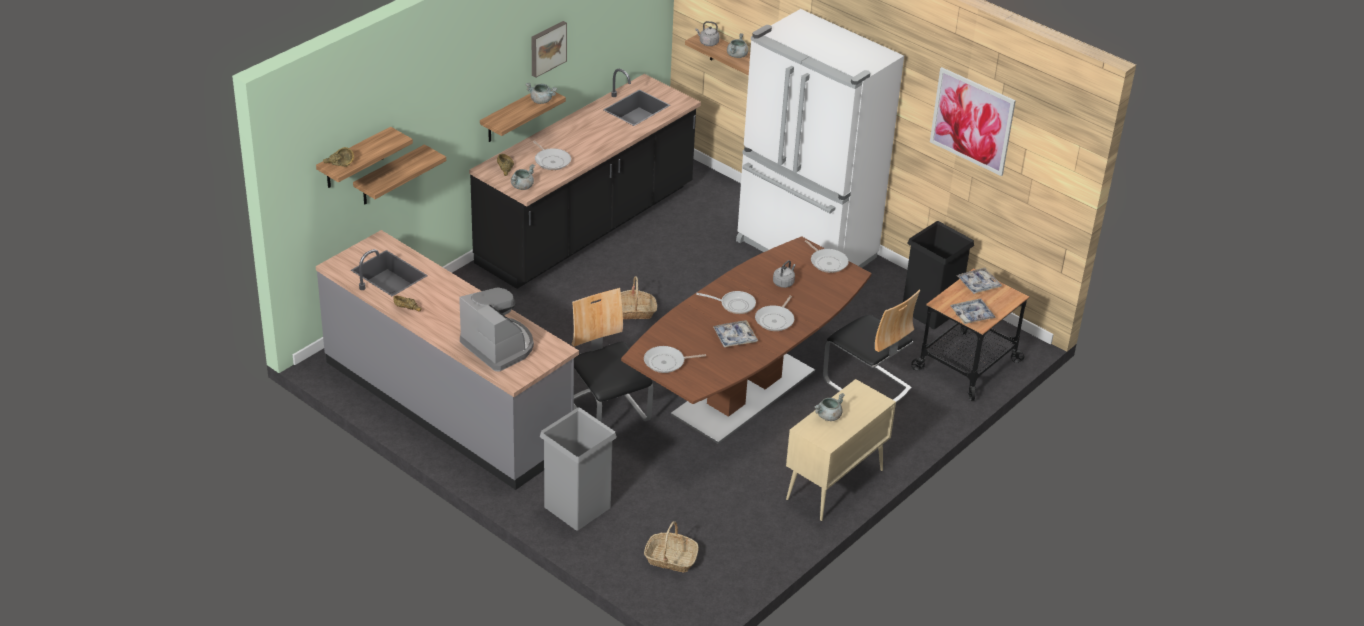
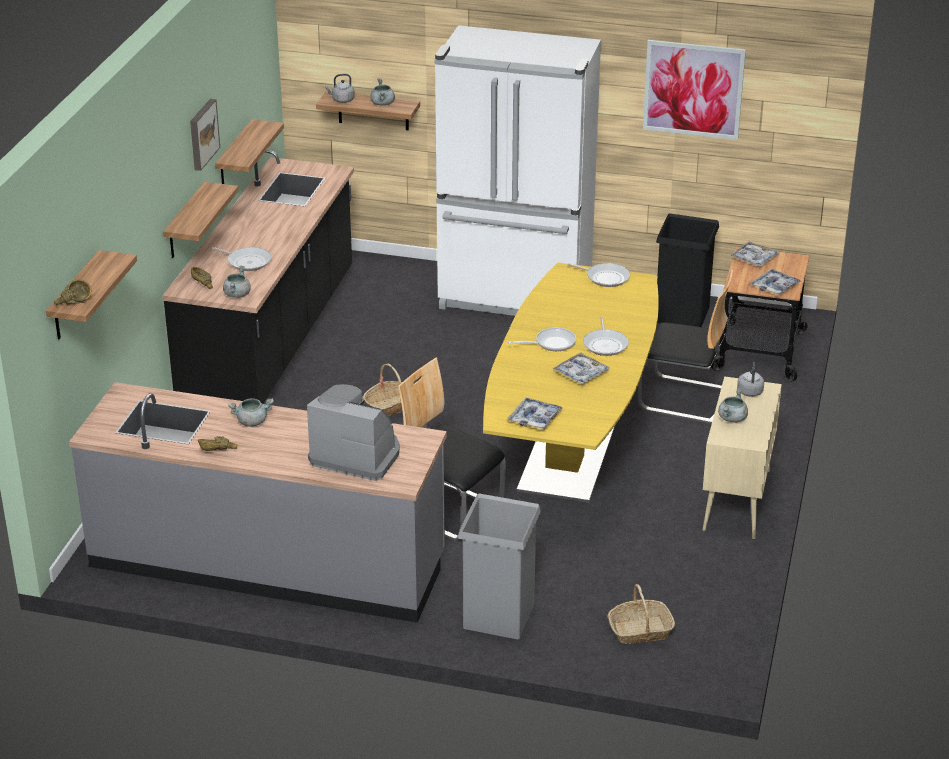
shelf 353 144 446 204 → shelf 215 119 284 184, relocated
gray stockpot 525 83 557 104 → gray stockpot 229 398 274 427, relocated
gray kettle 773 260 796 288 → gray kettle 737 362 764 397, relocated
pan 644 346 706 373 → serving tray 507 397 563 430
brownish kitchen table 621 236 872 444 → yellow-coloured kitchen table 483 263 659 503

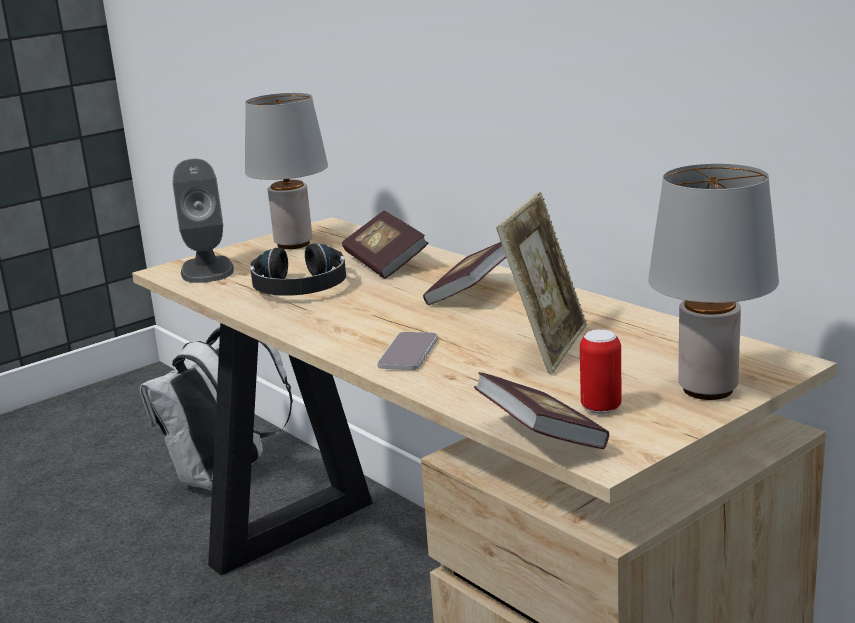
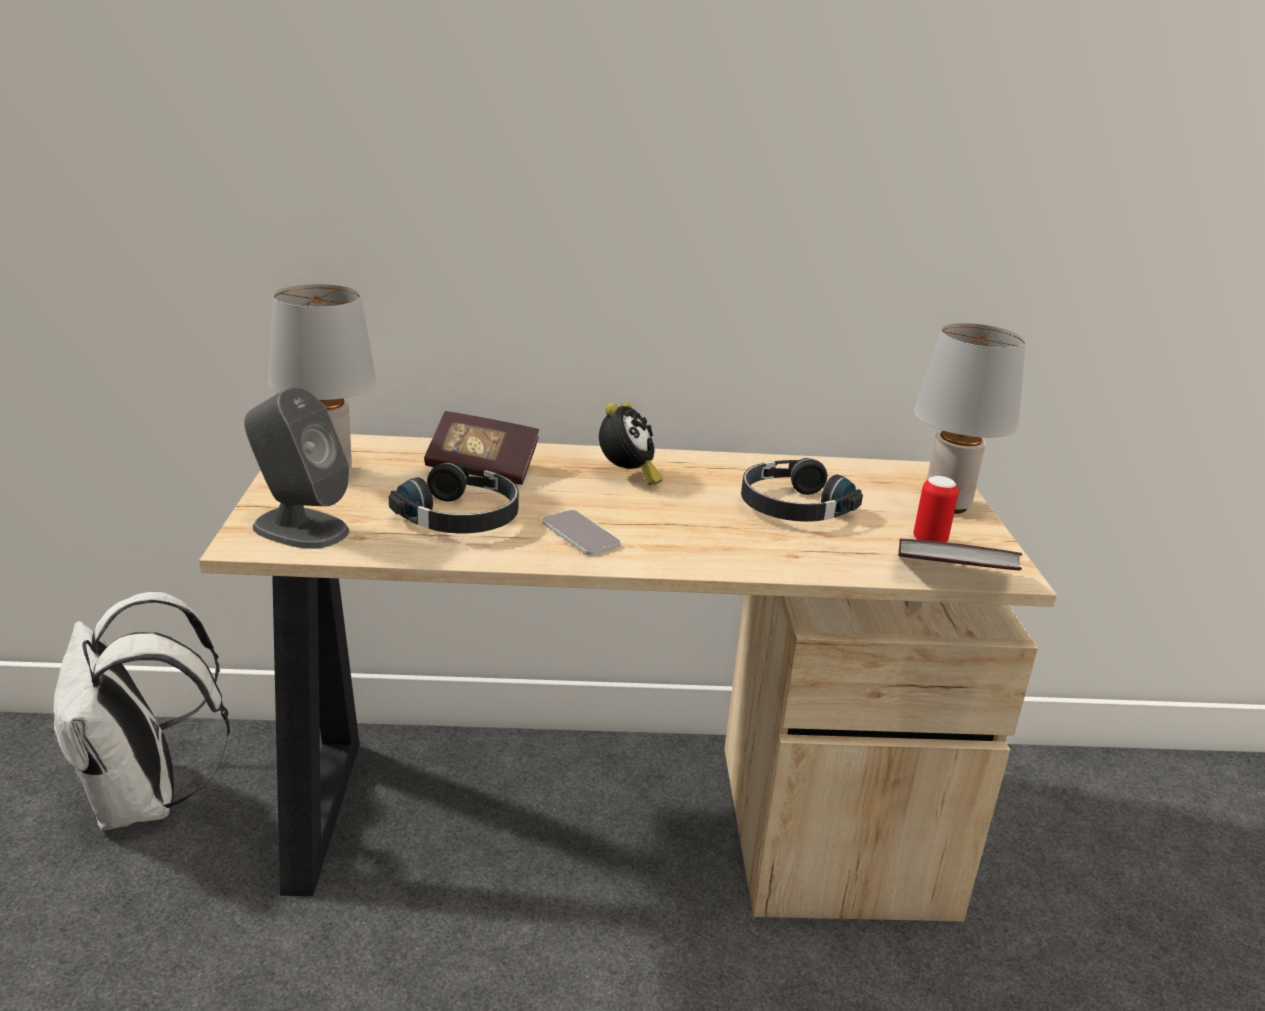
phone 377 332 438 370 → phone 542 510 621 555, relocated
book 423 242 506 305 → table clock 599 402 663 486
photo frame 496 192 587 373 → black-coloured headset 741 458 863 522

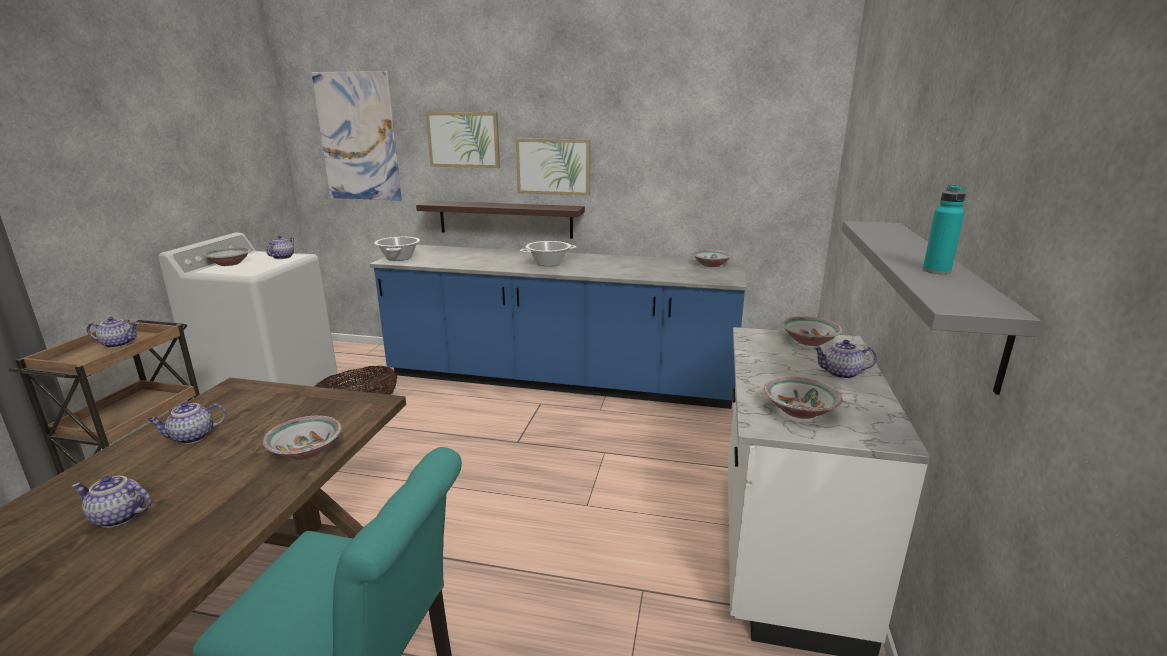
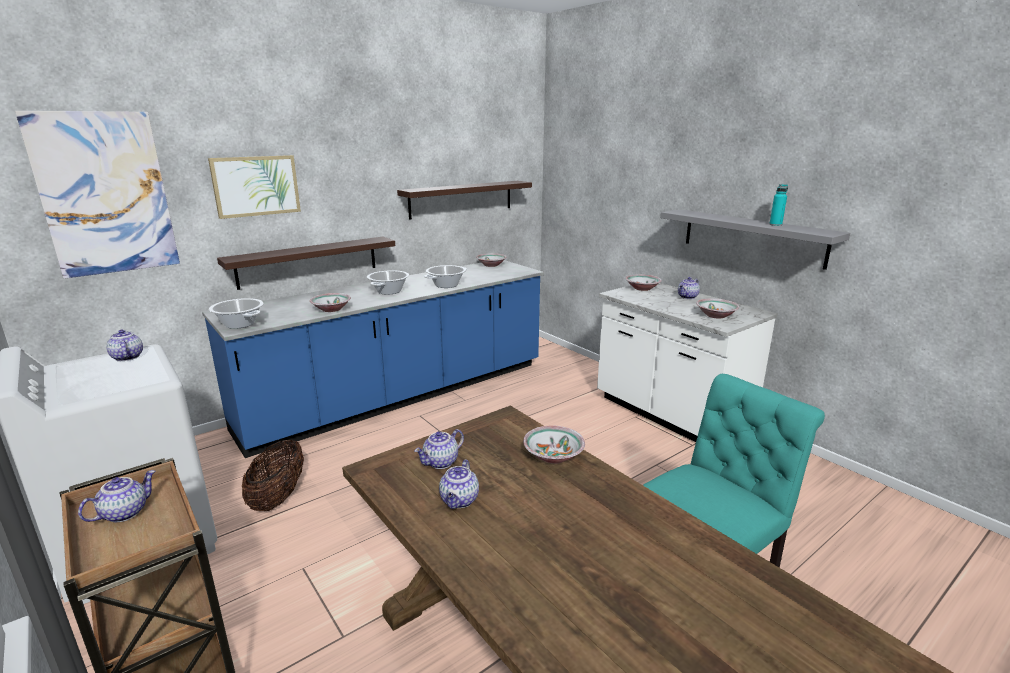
wall art 516 138 590 196 → -
- → shelf 397 181 532 220
- → stockpot 424 265 467 288
pot for tea 71 475 152 528 → pot for tea 414 429 464 469, relocated
bowl 203 247 251 266 → bowl 310 293 351 312, relocated

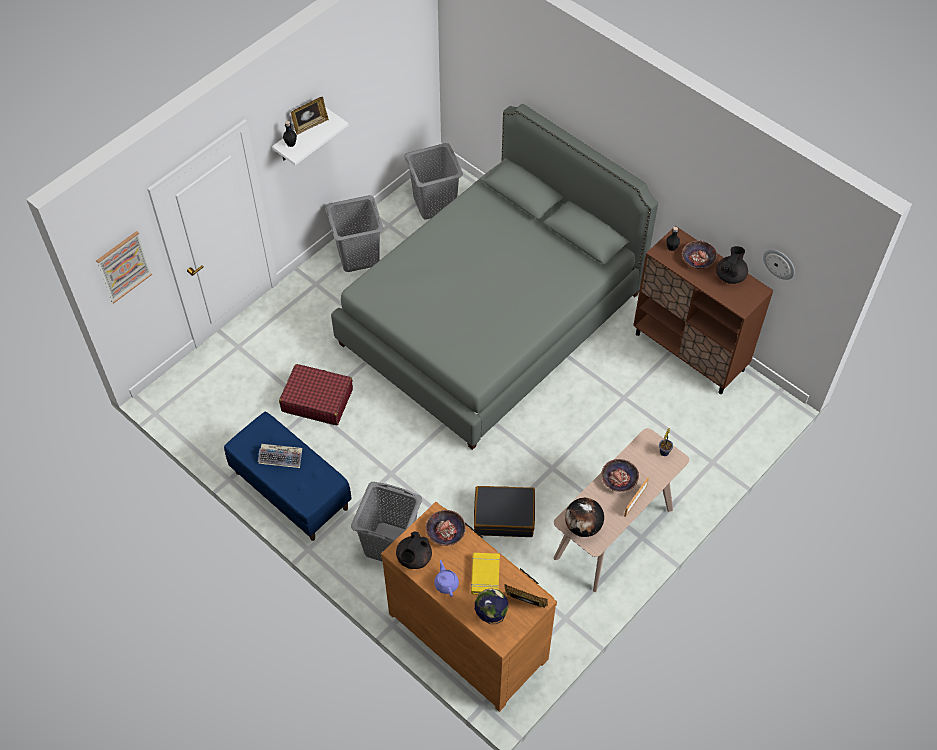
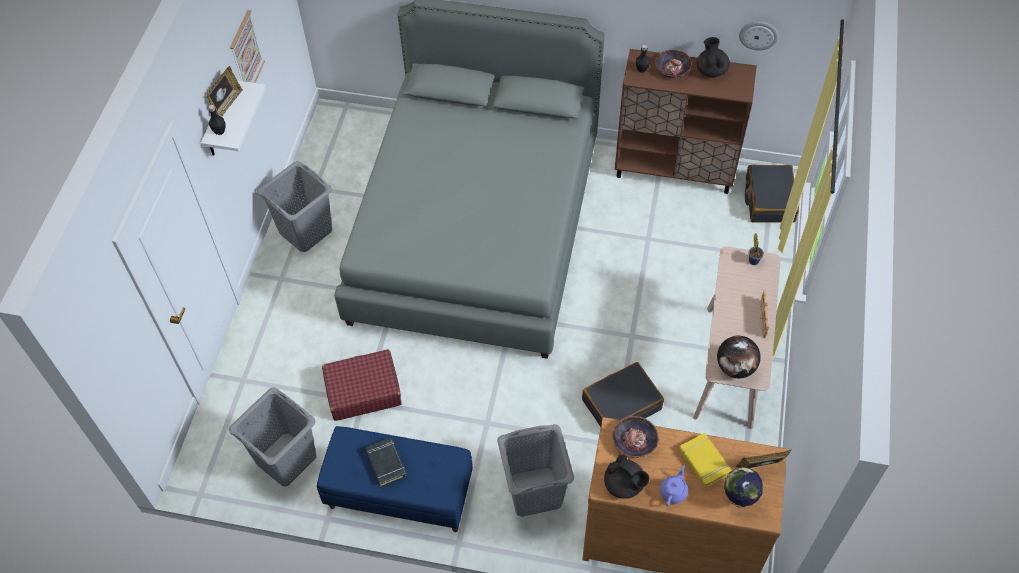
bowl 602 459 639 492 → -
- → black-coloured piece of luggage 745 165 799 223
wall art 96 231 152 303 → wall art 230 10 265 83, relocated
gray washing basket 404 143 463 220 → gray washing basket 229 387 316 487, relocated
computer keyboard 258 444 302 468 → black-coloured book 365 438 407 487
black-coloured pot for tea 396 531 432 569 → black-coloured pot for tea 604 455 649 499, 45 degrees counterclockwise
purplish pot for tea 434 560 459 597 → purplish pot for tea 660 466 688 506, 75 degrees clockwise

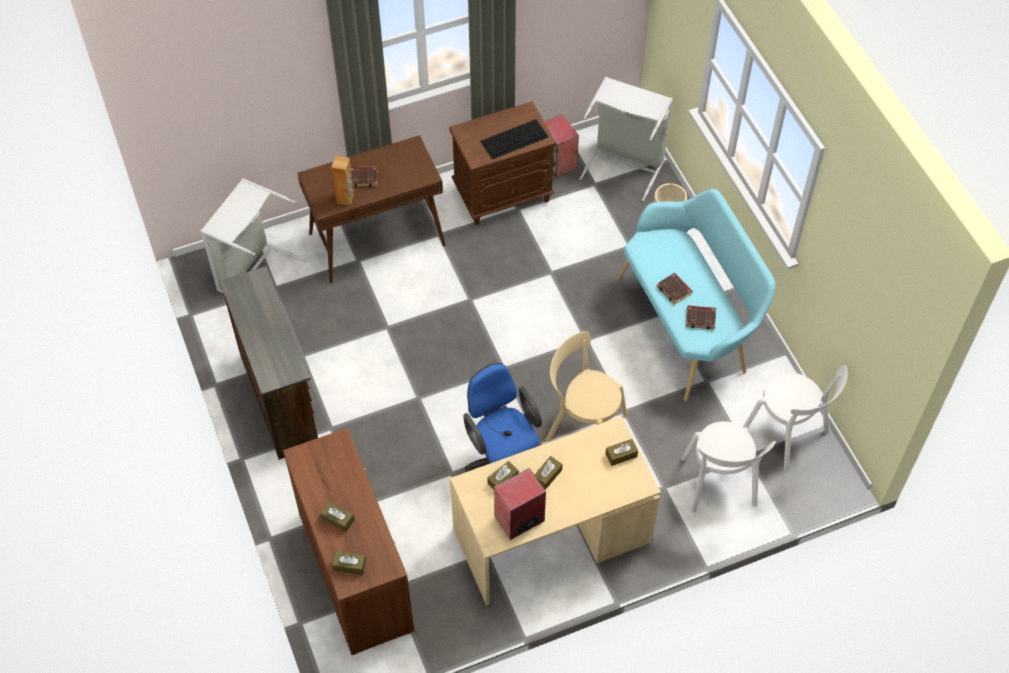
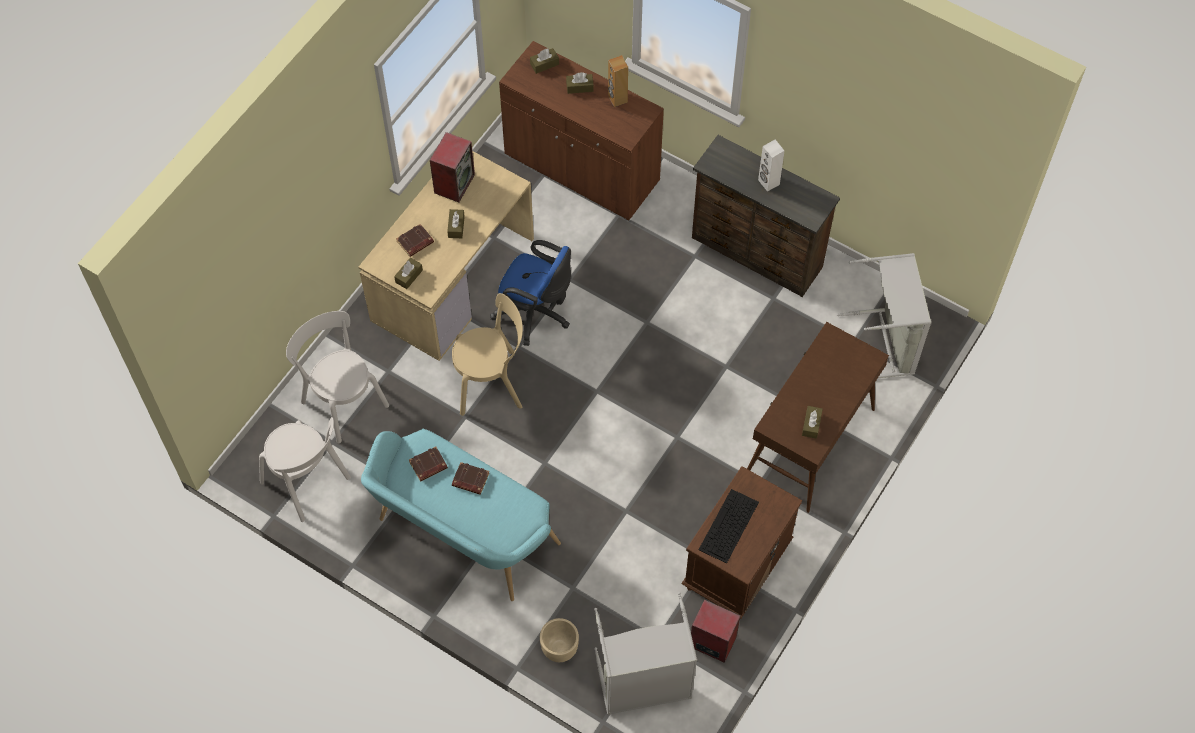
- → whitish speaker 758 140 784 192
brownish speaker 331 156 354 206 → brownish speaker 608 55 628 107, relocated
brownish book 351 166 377 188 → brownish book 396 224 434 257, relocated
brownish box of tissues 487 461 519 490 → brownish box of tissues 802 406 823 439, relocated
whitish upright chair 743 365 848 470 → whitish upright chair 259 417 351 522, 150 degrees counterclockwise

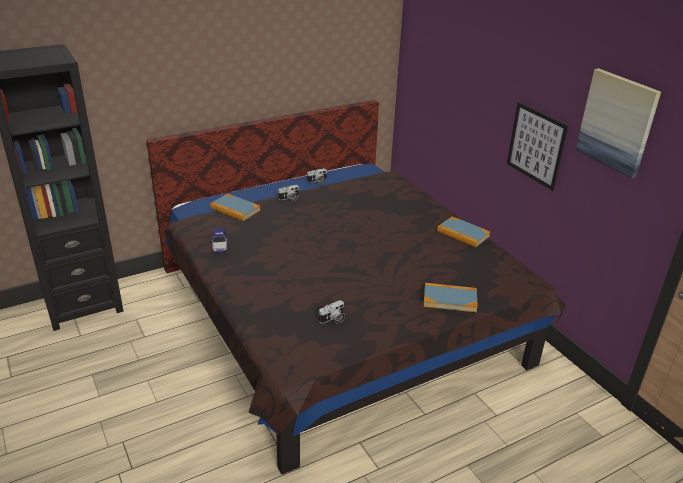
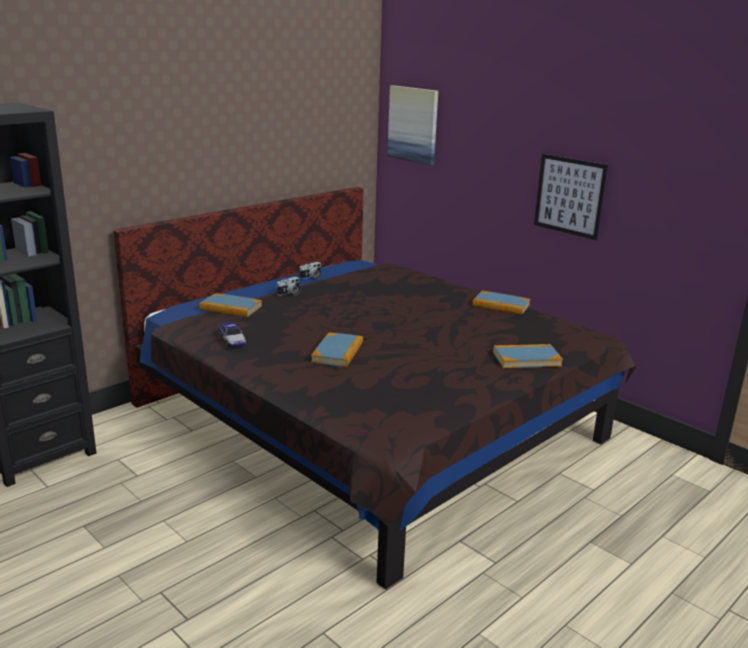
still camera 319 300 345 324 → -
- → book 311 332 363 367
wall art 575 68 661 179 → wall art 387 85 438 165, relocated

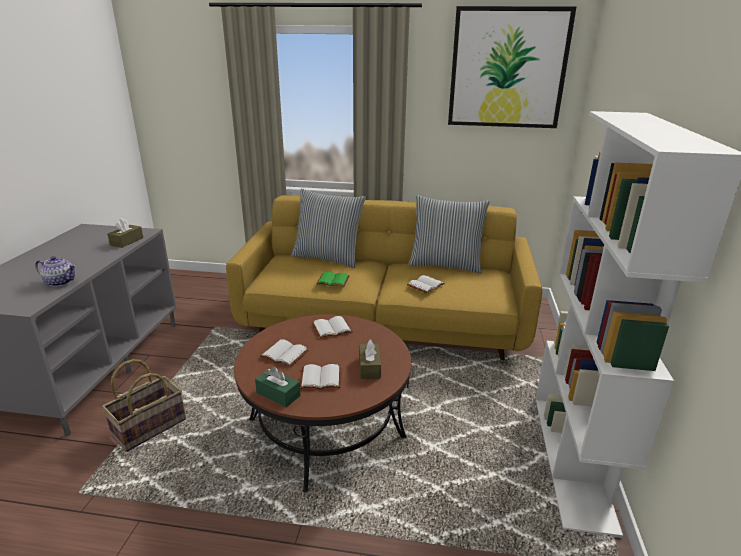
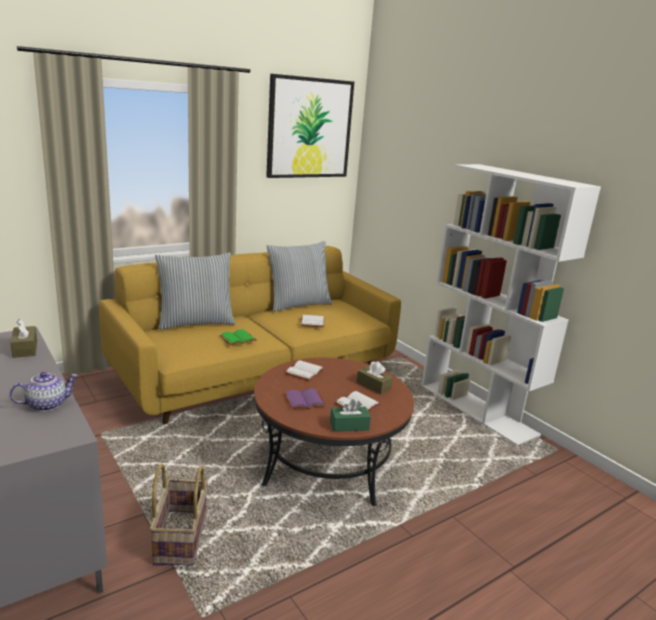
whitish book 260 339 309 367 → purplish book 284 389 326 410

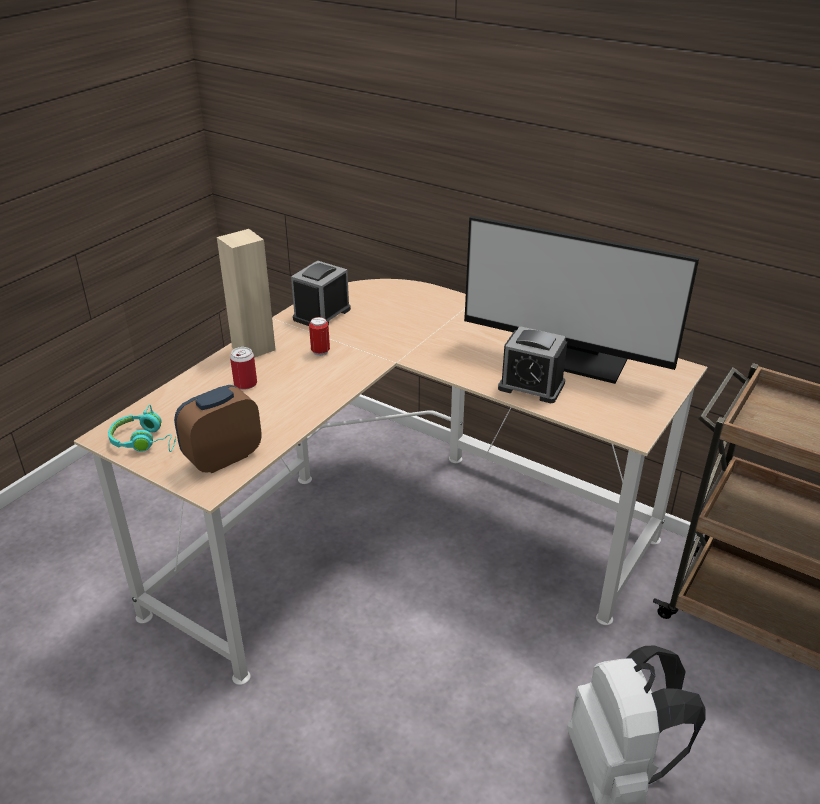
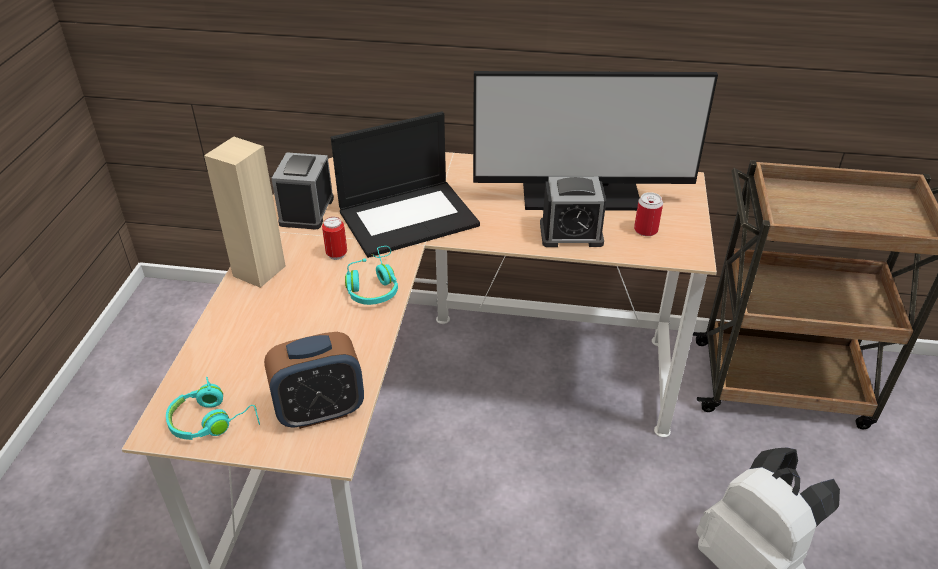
- → portable computer 331 111 480 258
- → turquoise headset 345 246 398 305
can 230 347 257 390 → can 634 192 663 236, relocated
table clock 174 385 262 473 → table clock 264 332 364 429, 135 degrees counterclockwise

